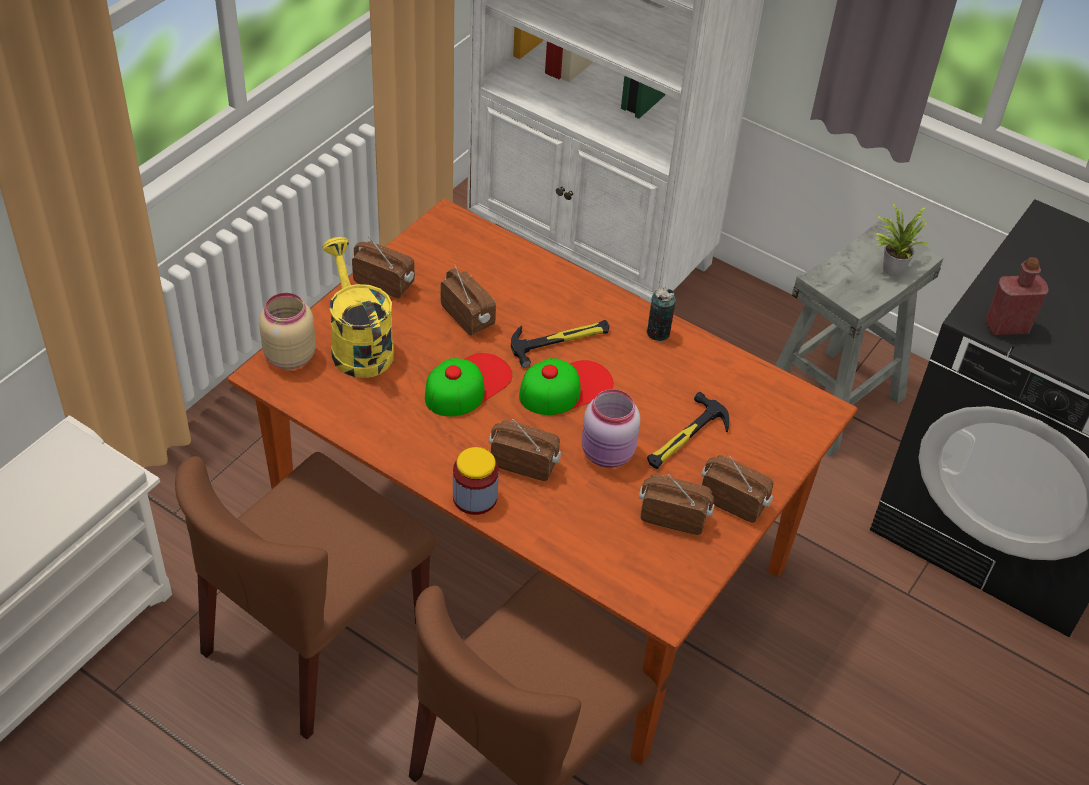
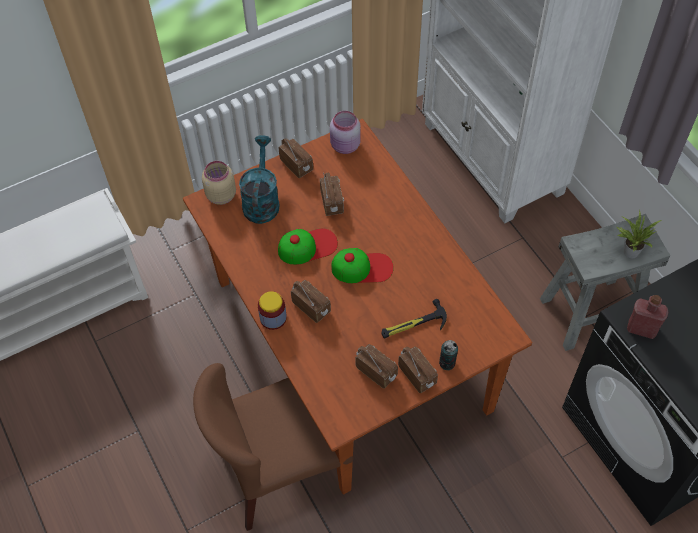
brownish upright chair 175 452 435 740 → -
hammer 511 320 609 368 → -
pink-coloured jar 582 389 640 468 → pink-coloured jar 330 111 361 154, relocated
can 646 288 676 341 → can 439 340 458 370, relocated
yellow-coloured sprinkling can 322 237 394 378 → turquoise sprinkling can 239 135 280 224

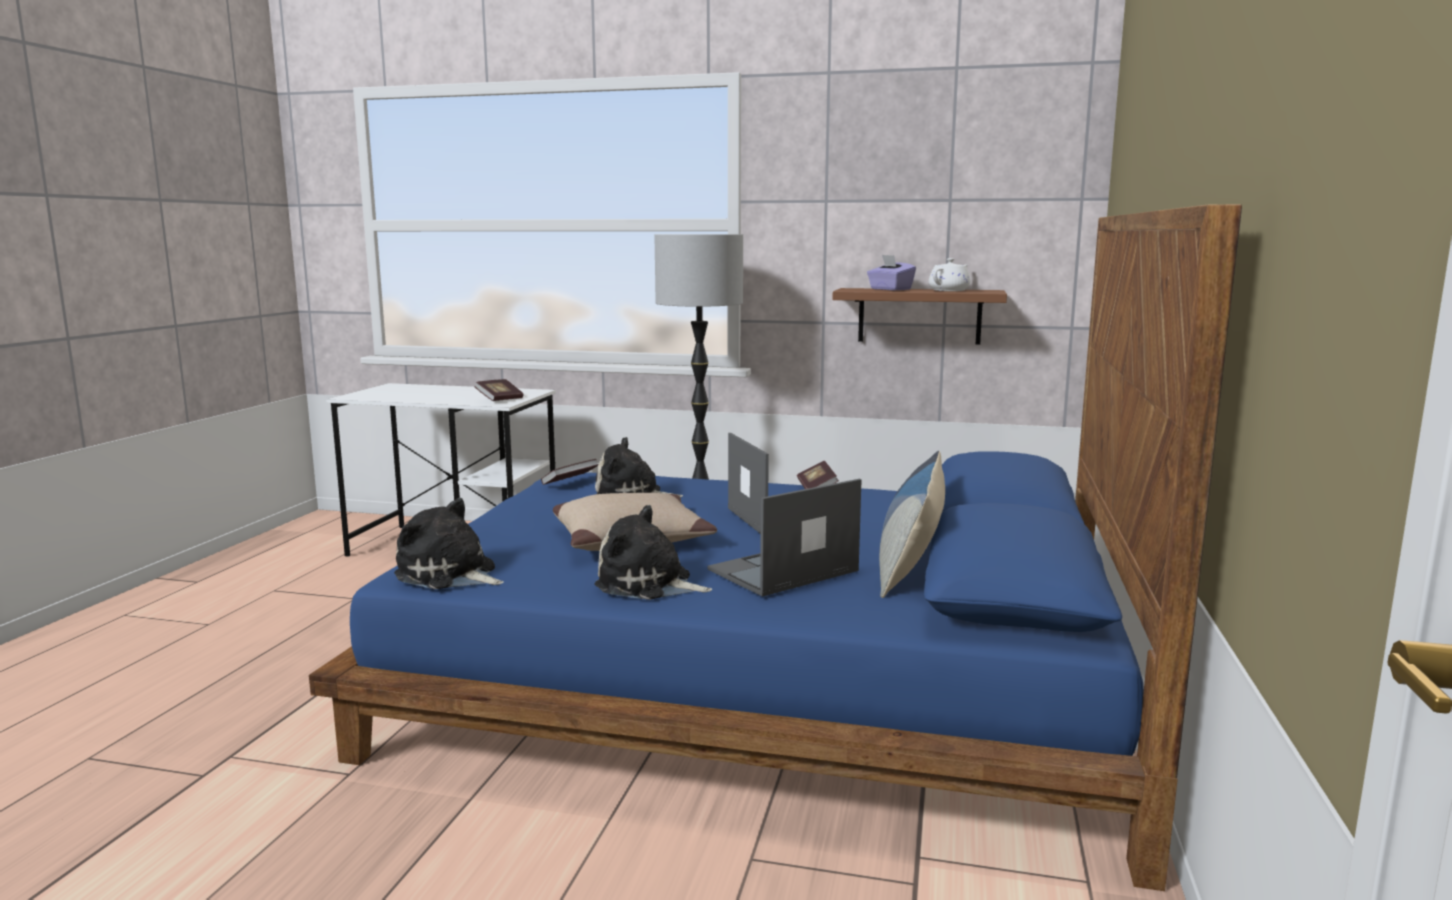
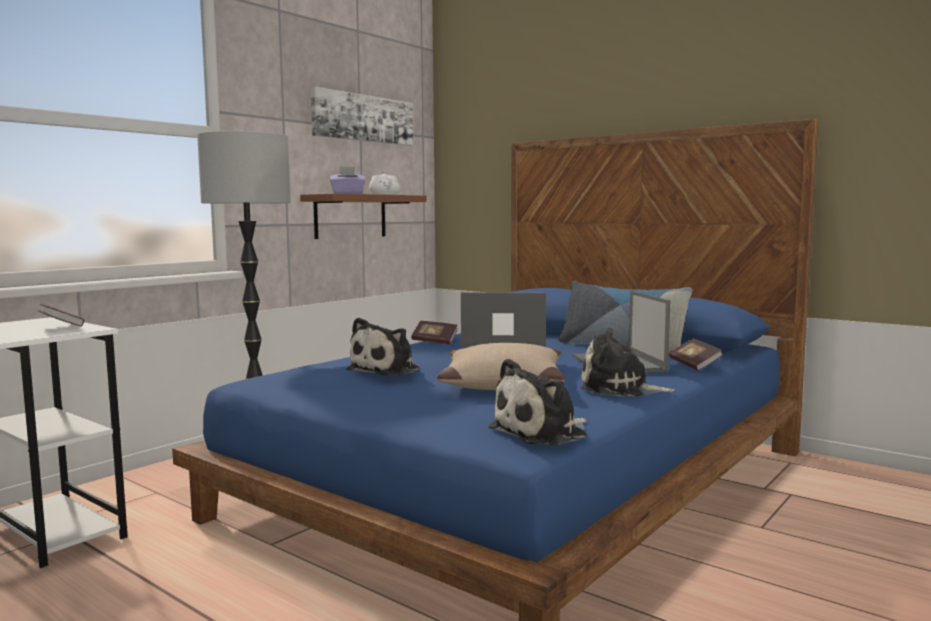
- → wall art 311 86 413 146
book 541 459 598 485 → book 669 339 723 371, relocated
plush toy 594 505 712 600 → plush toy 581 327 675 397, 60 degrees clockwise

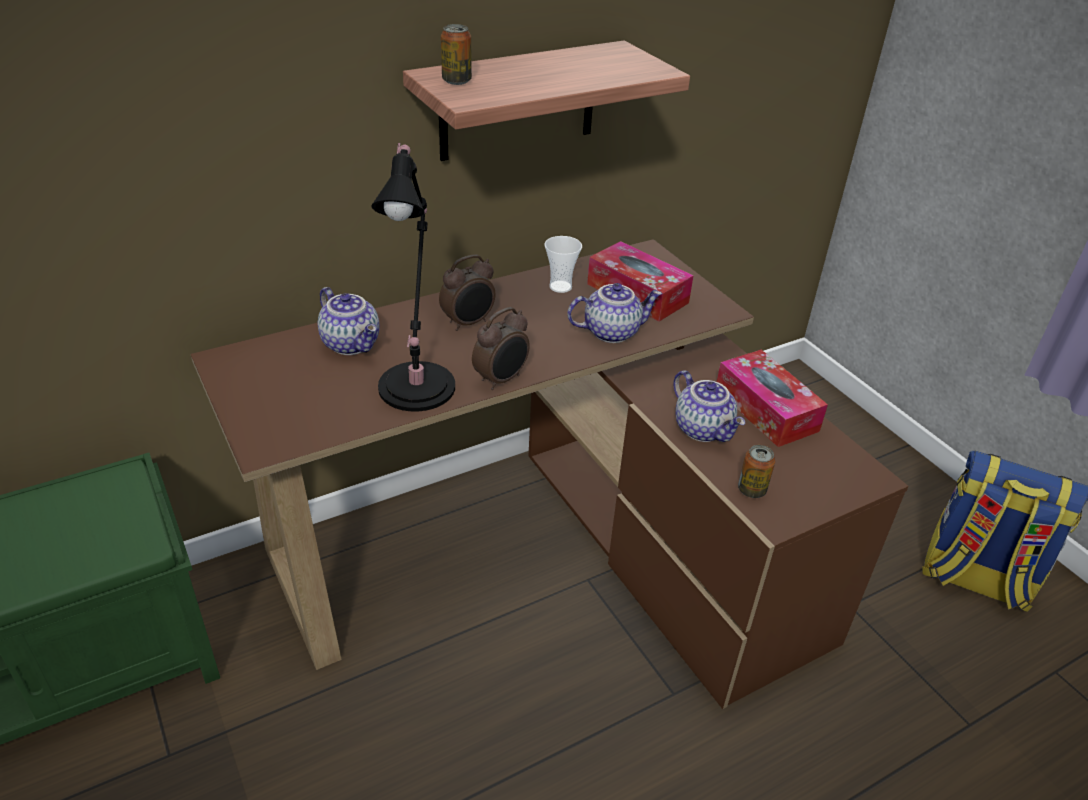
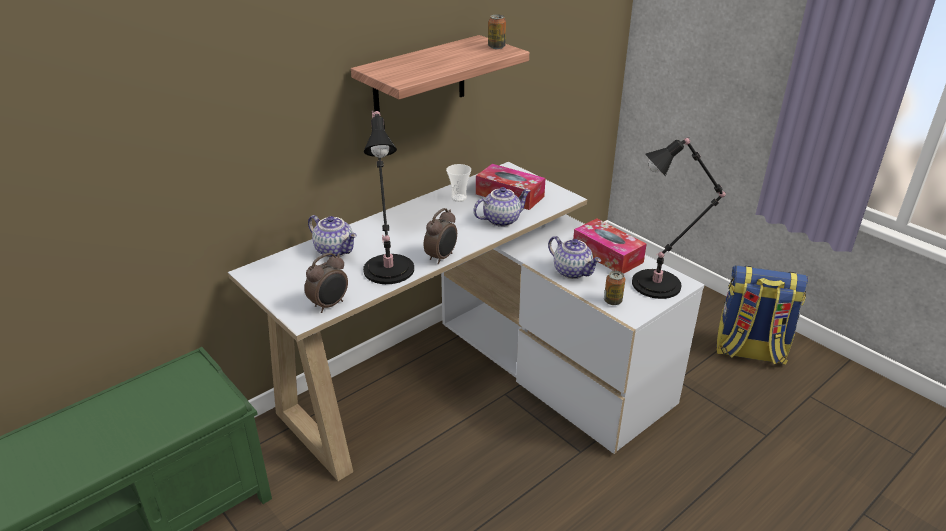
- → black-coloured tabletop lamp 632 137 726 299
table clock 439 255 495 331 → table clock 304 252 348 313, relocated
can 441 24 472 85 → can 488 14 506 49, relocated
brownish desk table 191 239 908 709 → whitish desk table 228 162 704 481

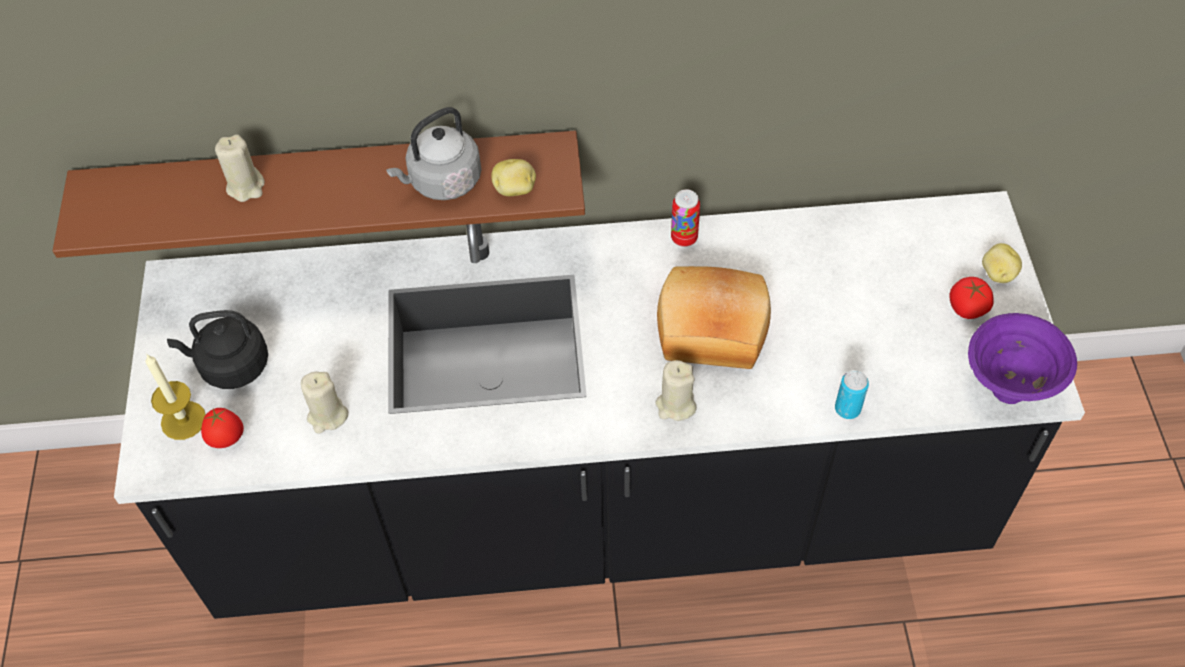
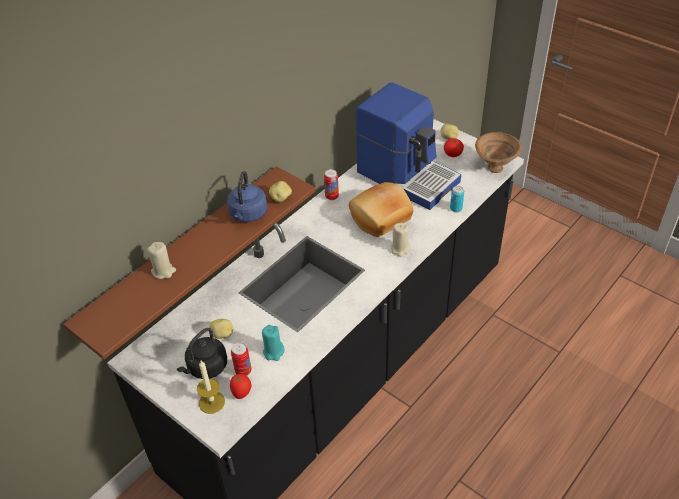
- → whole potato 209 319 233 339
- → can 231 342 251 376
- → coffee maker 356 82 461 210
sand-coloured wax light 301 372 348 434 → turquoise wax light 262 325 284 361
gray kettle 386 107 481 200 → blue kettle 227 171 267 222
purplish bowl 968 313 1077 404 → brownish bowl 475 132 522 173

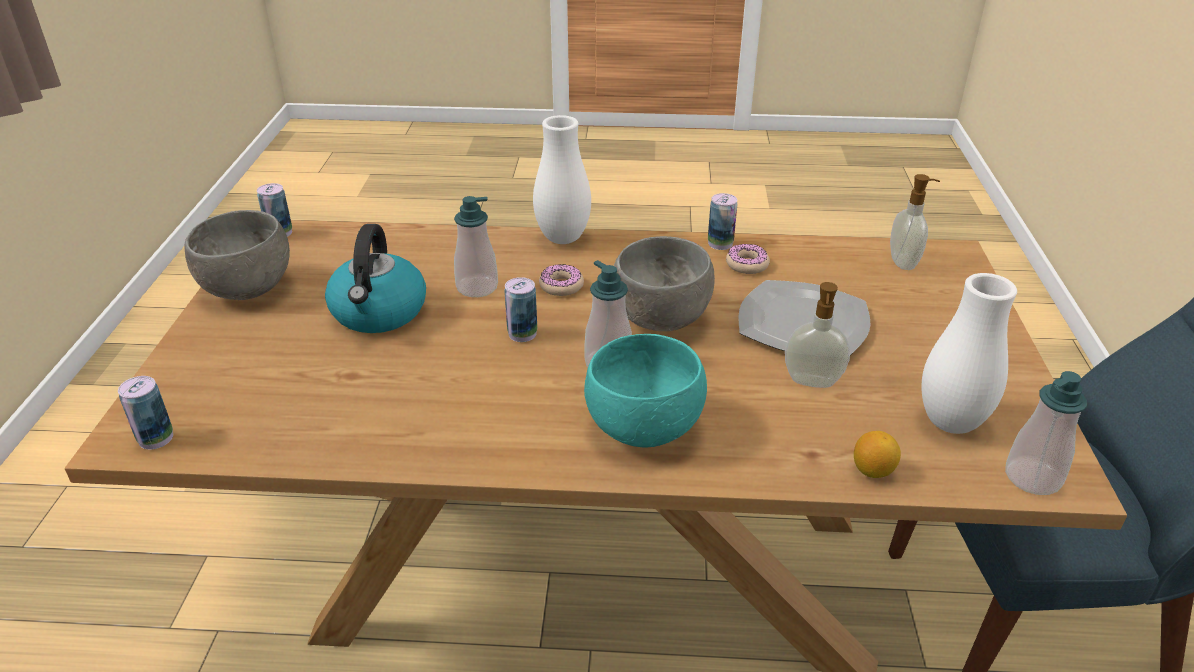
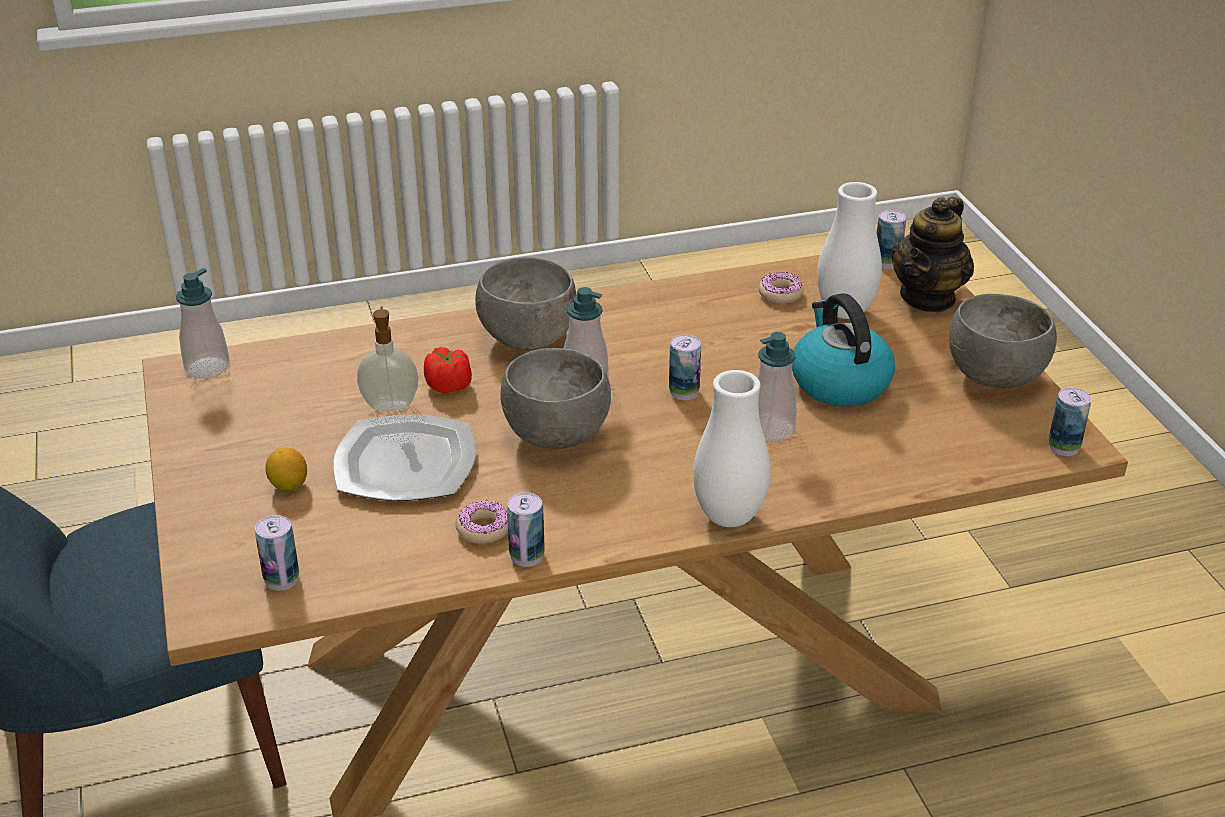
- → tomato 424 347 472 393
- → pot for tea 891 197 974 312
doughnut 539 264 584 296 → doughnut 759 272 804 304, relocated
whole lemon 854 431 901 478 → whole lemon 265 448 307 491, relocated
whitish vase 921 273 1017 434 → whitish vase 817 182 882 319, relocated
liquid soap bottle 890 174 940 270 → can 255 515 299 591
turquoise bowl 584 334 707 448 → gray bowl 475 257 576 350

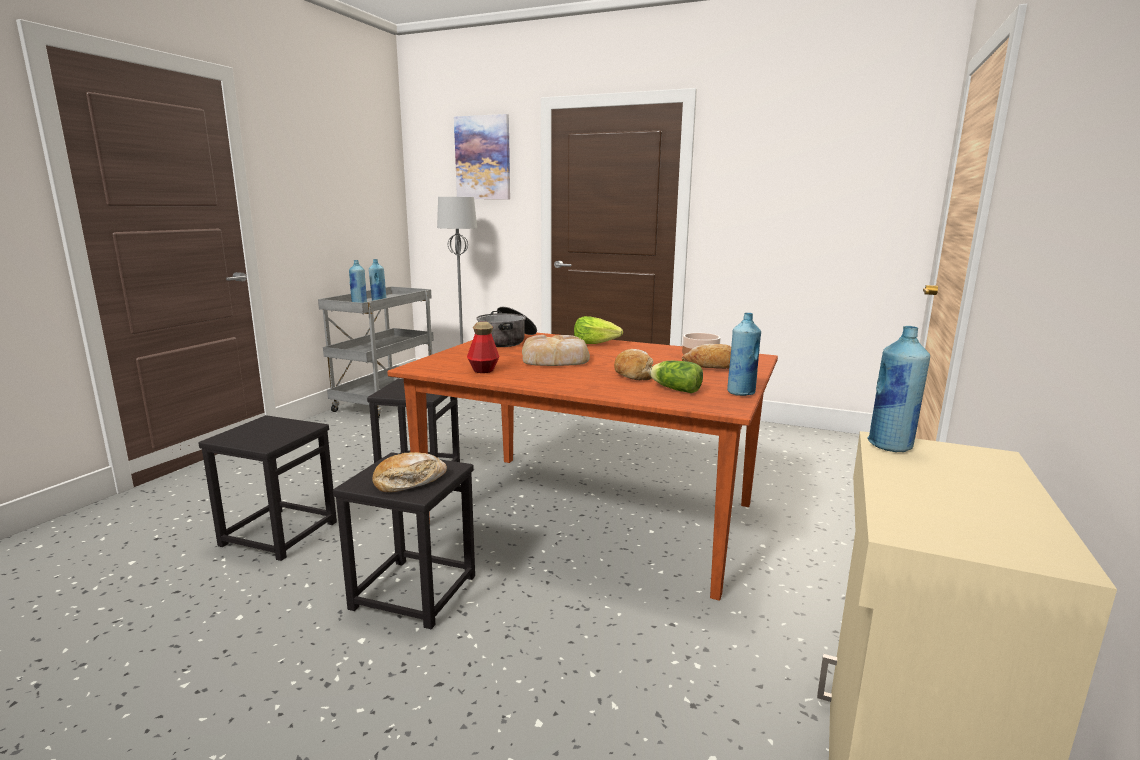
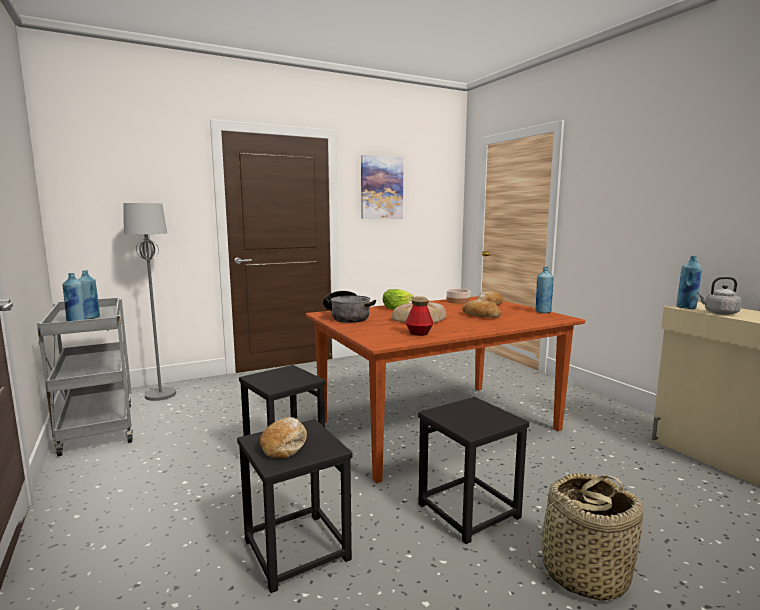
lettuce head 650 361 703 393 → -
- → household basket 528 473 643 602
- → gray kettle 697 277 742 315
bread 373 452 447 492 → bread 260 417 307 459, relocated
wall art 454 114 510 200 → wall art 361 155 404 219, relocated

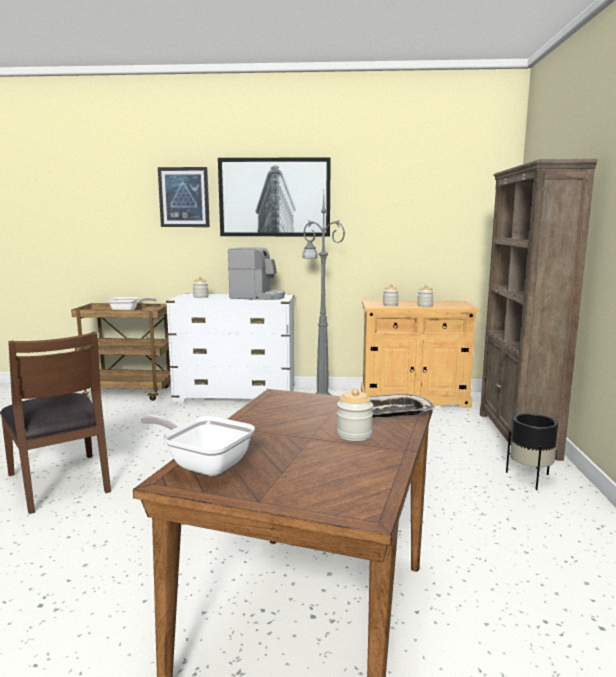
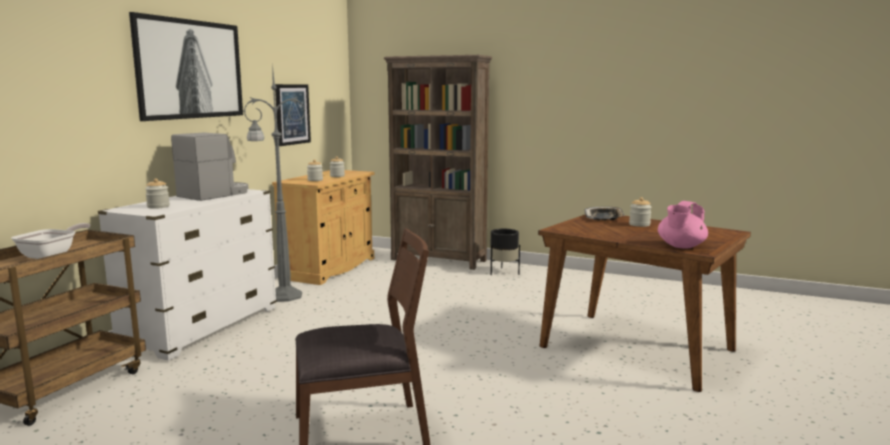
wall art 158 167 210 227 → wall art 275 84 311 146, relocated
pan 140 415 255 476 → pink-coloured pot for tea 658 201 708 248

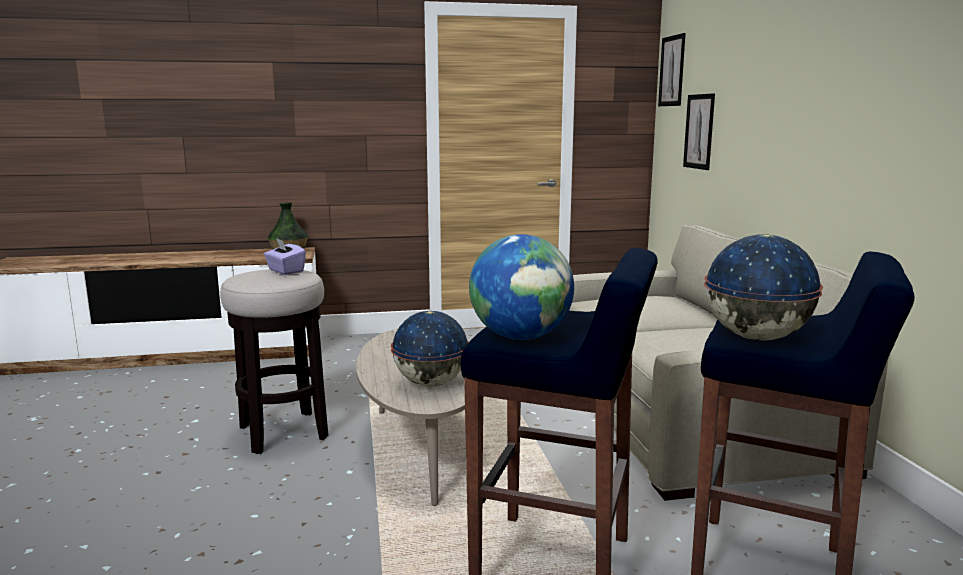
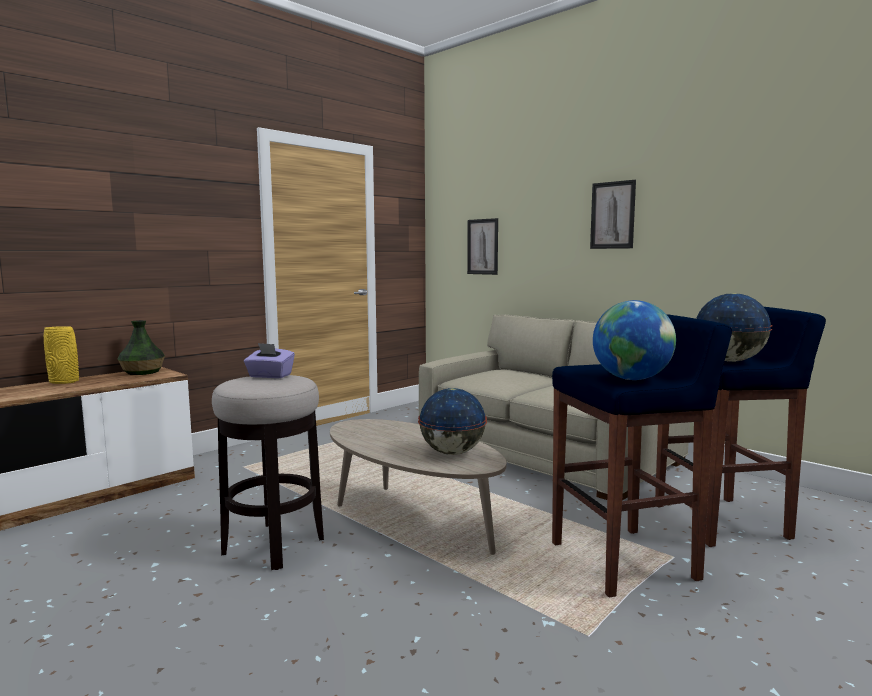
- → yellow-coloured vase 44 326 79 384
wall art 658 33 686 106 → wall art 590 180 636 249, relocated

